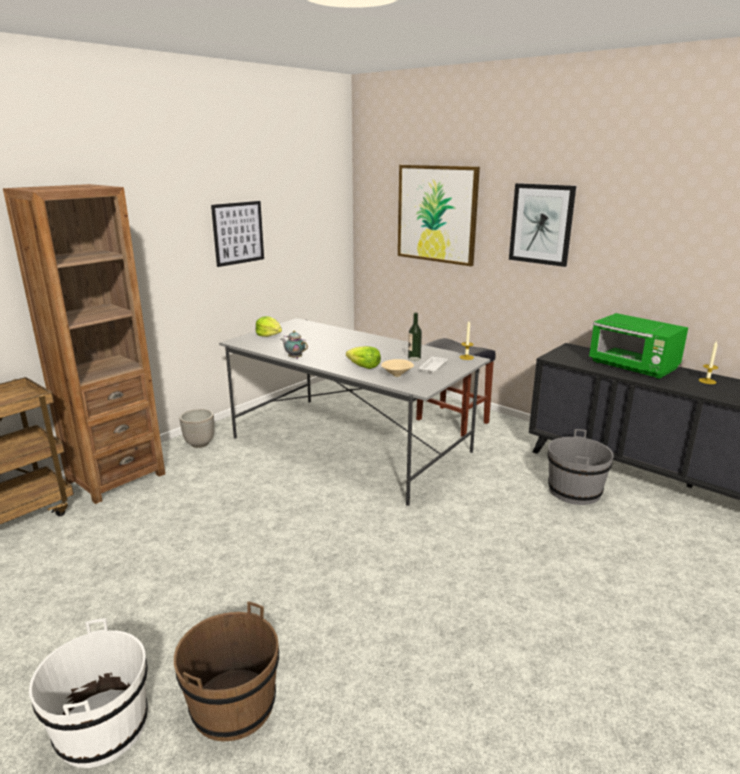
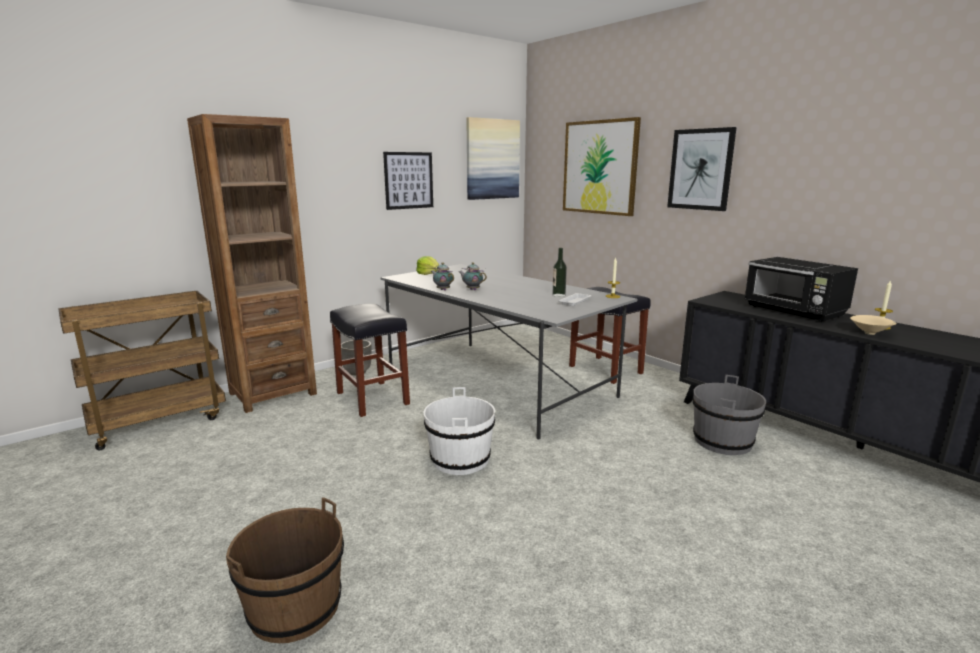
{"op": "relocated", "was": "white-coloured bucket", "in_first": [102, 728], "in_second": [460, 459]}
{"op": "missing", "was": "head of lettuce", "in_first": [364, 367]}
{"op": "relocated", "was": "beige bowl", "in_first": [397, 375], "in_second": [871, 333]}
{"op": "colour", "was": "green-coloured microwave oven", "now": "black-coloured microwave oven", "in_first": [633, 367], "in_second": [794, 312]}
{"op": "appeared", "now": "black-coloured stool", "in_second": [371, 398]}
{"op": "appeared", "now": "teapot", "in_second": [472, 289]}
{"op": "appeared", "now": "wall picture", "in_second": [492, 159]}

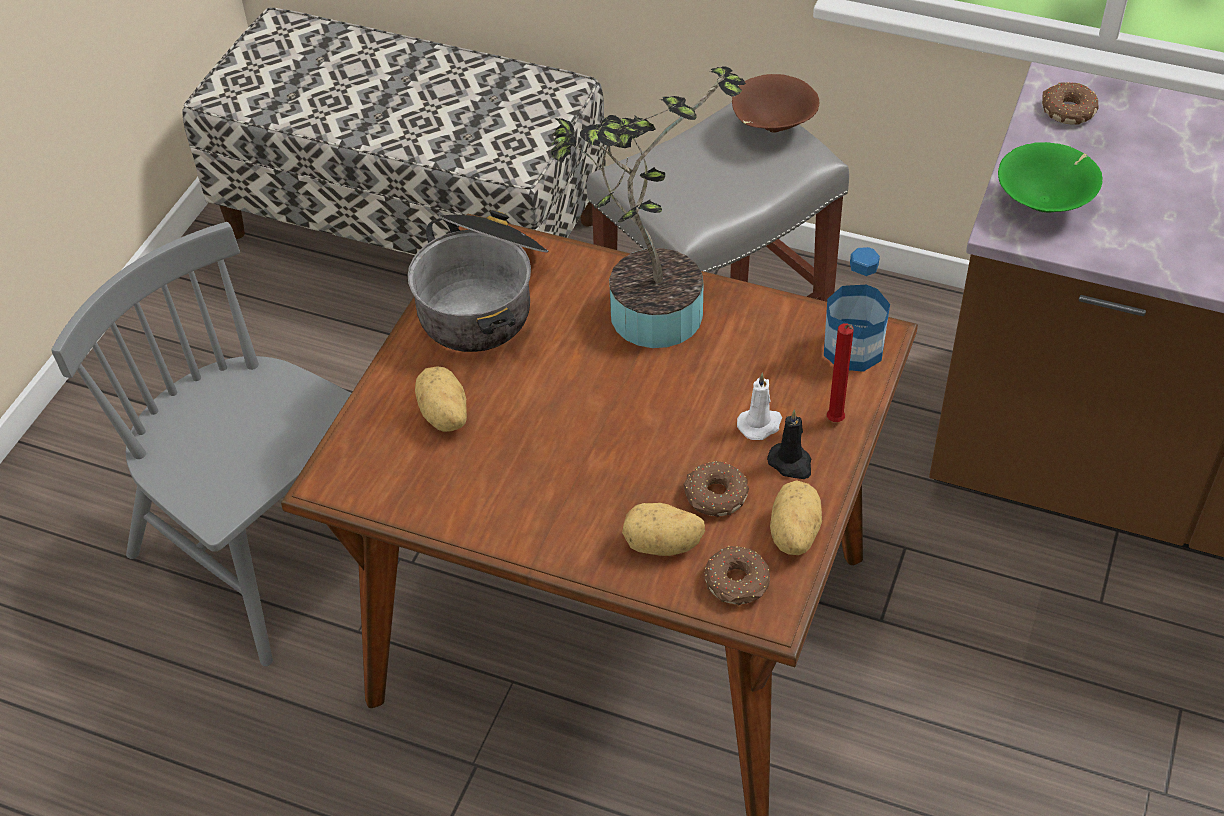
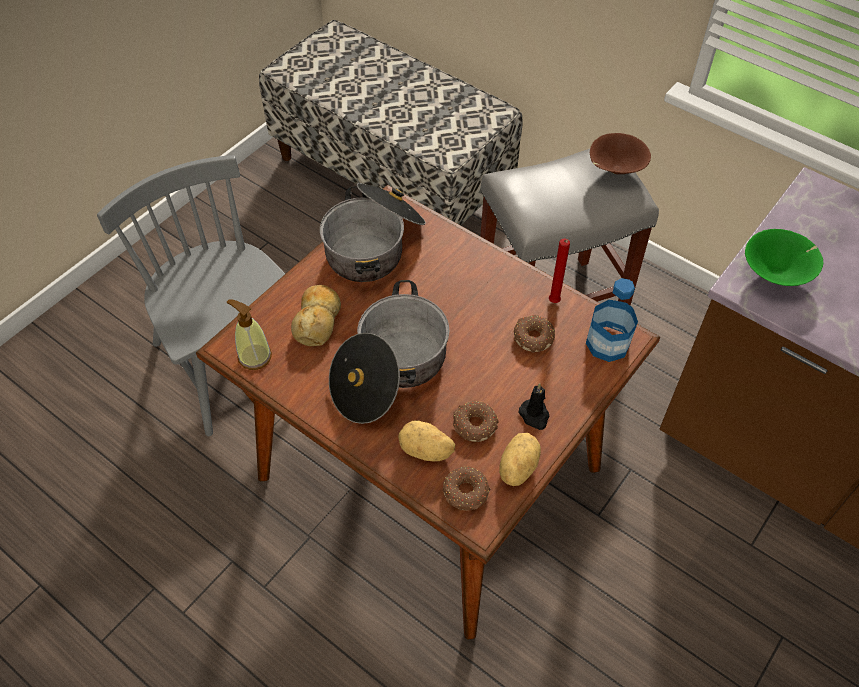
{"op": "exchanged", "was": "spud", "now": "bakery bread", "in_first": [443, 416], "in_second": [318, 320]}
{"op": "missing", "was": "plant in a pot", "in_first": [645, 311]}
{"op": "missing", "was": "white-coloured wax light", "in_first": [760, 424]}
{"op": "relocated", "was": "reddish wax light", "in_first": [836, 422], "in_second": [554, 303]}
{"op": "relocated", "was": "doughnut", "in_first": [1067, 110], "in_second": [533, 337]}
{"op": "appeared", "now": "liquid soap bottle", "in_second": [254, 356]}
{"op": "appeared", "now": "stockpot", "in_second": [390, 371]}

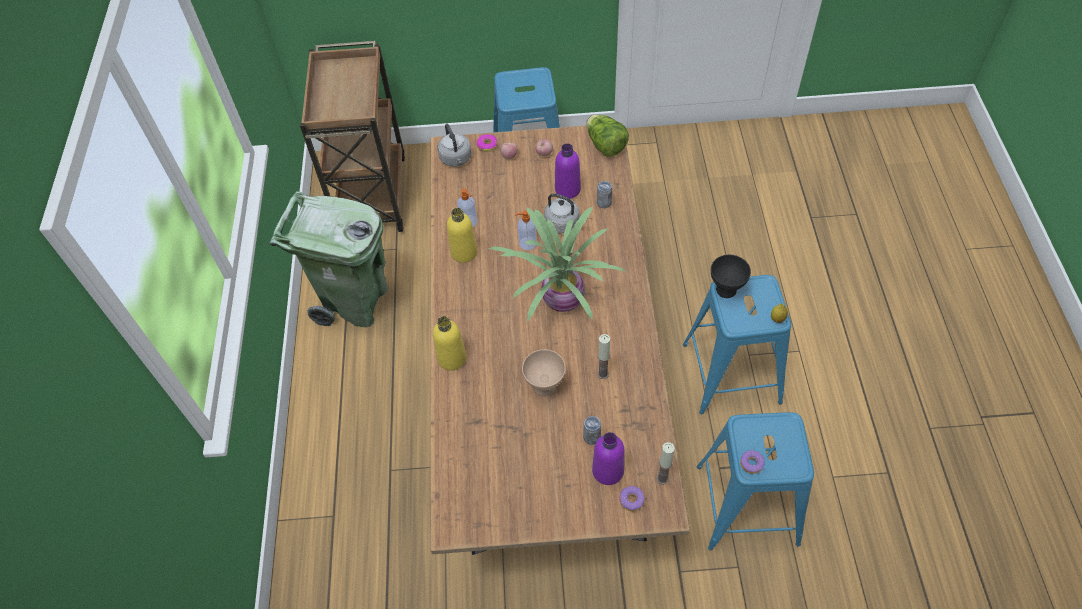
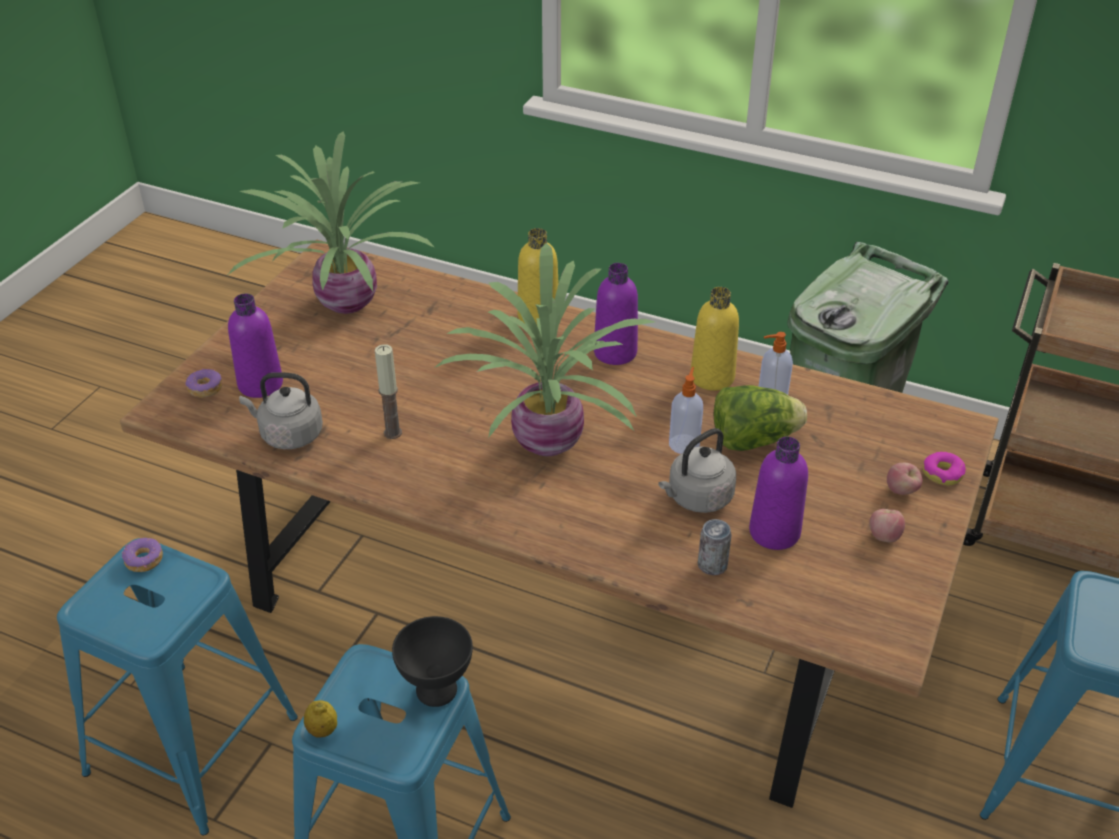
{"op": "relocated", "was": "gray kettle", "in_first": [456, 159], "in_second": [288, 435]}
{"op": "missing", "was": "beige bowl", "in_first": [544, 386]}
{"op": "missing", "was": "metal can", "in_first": [592, 437]}
{"op": "relocated", "was": "head of lettuce", "in_first": [605, 145], "in_second": [753, 440]}
{"op": "missing", "was": "wax light", "in_first": [662, 478]}
{"op": "appeared", "now": "plant in a pot", "in_second": [343, 303]}
{"op": "appeared", "now": "purple bottle", "in_second": [615, 352]}

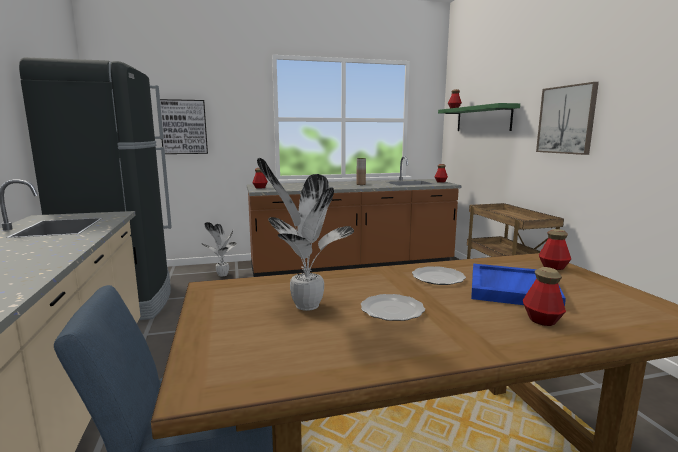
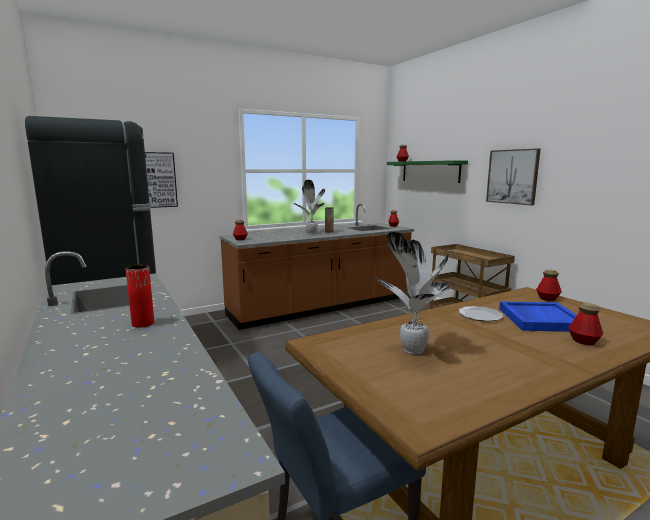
{"op": "relocated", "was": "plant in a pot", "in_first": [222, 275], "in_second": [311, 233]}
{"op": "missing", "was": "plate", "in_first": [391, 310]}
{"op": "appeared", "now": "reddish vase", "in_second": [143, 323]}

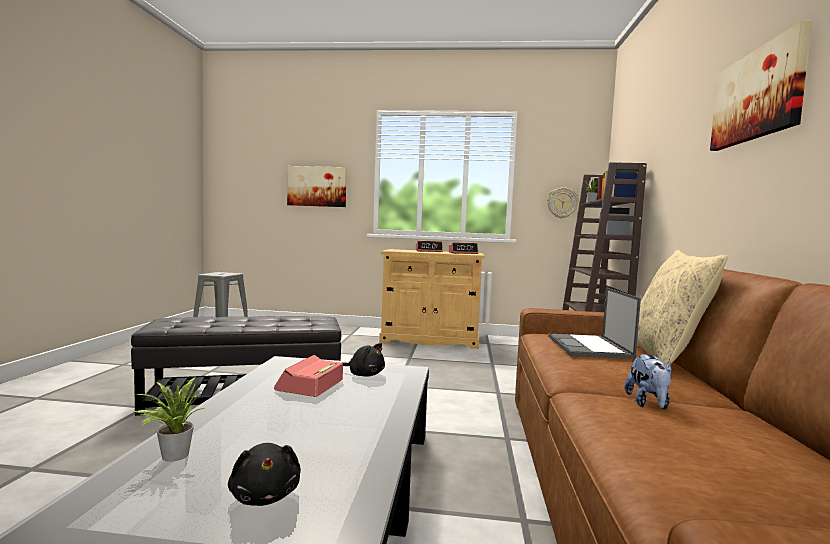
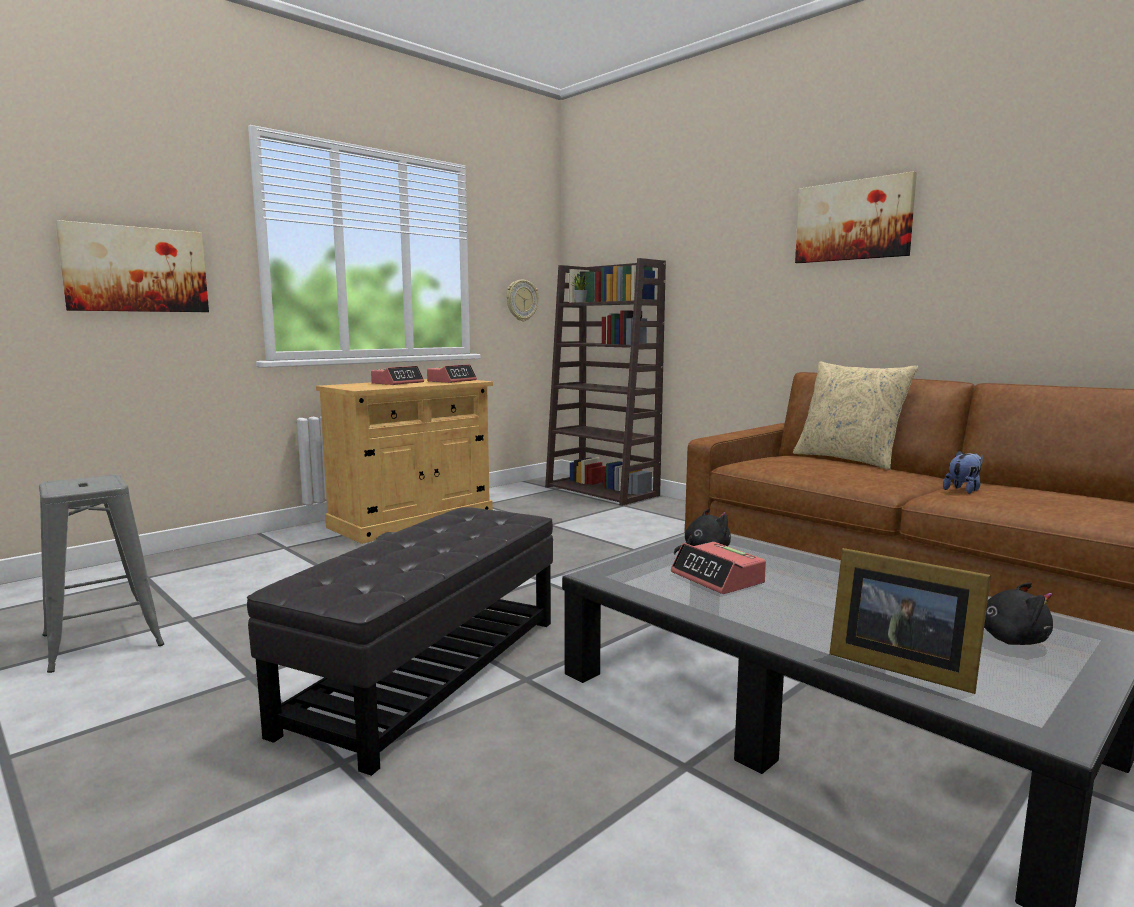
{"op": "exchanged", "was": "plant in a pot", "now": "standing frame", "in_first": [172, 455], "in_second": [897, 665]}
{"op": "missing", "was": "laptop", "in_first": [589, 347]}
{"op": "spun", "was": "soft toy", "in_first": [648, 404], "in_second": [963, 490], "clockwise": -90}

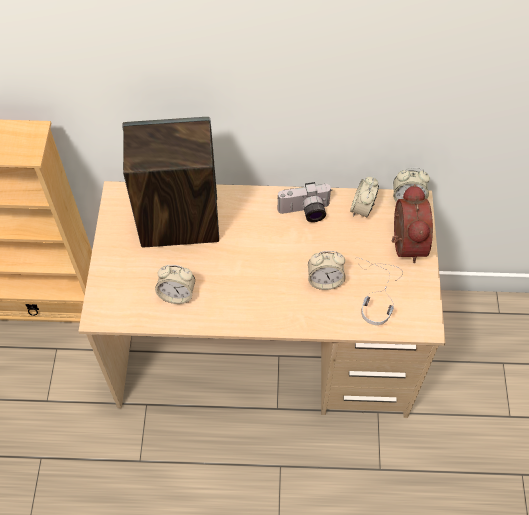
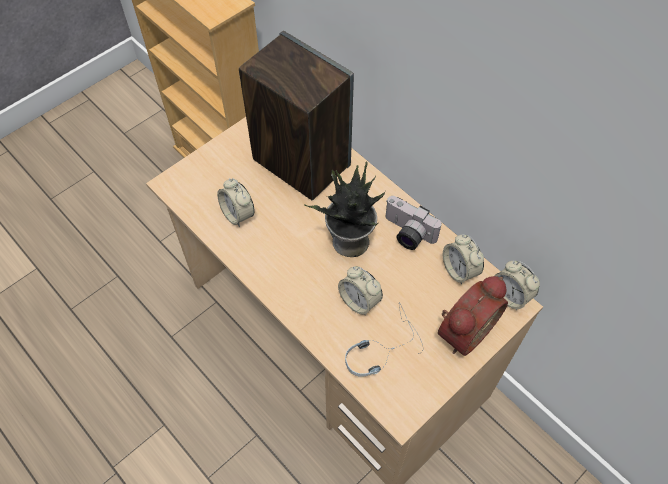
{"op": "spun", "was": "alarm clock", "in_first": [362, 208], "in_second": [459, 270], "clockwise": -90}
{"op": "appeared", "now": "plant in a pot", "in_second": [349, 242]}

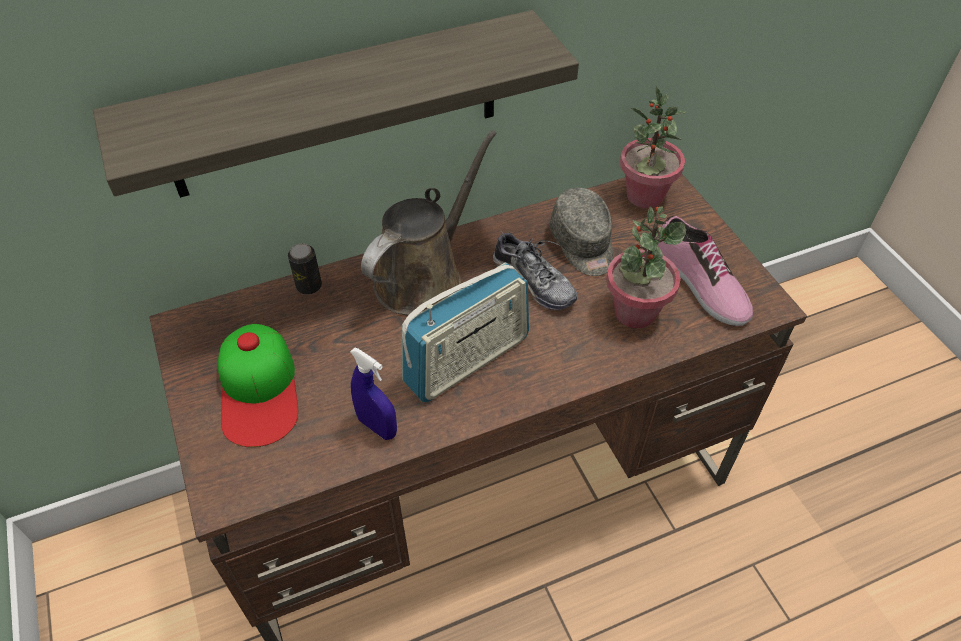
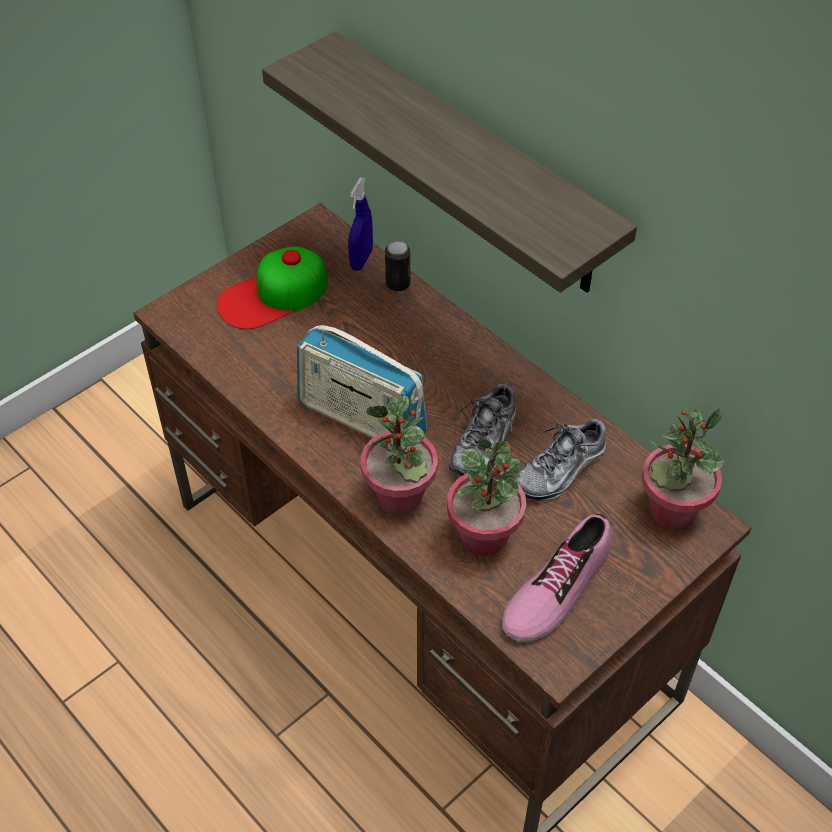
{"op": "relocated", "was": "blue spray bottle", "in_first": [377, 427], "in_second": [361, 260]}
{"op": "missing", "was": "brown watering pot", "in_first": [424, 277]}
{"op": "exchanged", "was": "gray baseball cap", "now": "item of footwear", "in_first": [583, 244], "in_second": [560, 470]}
{"op": "appeared", "now": "plant in a pot", "in_second": [400, 496]}

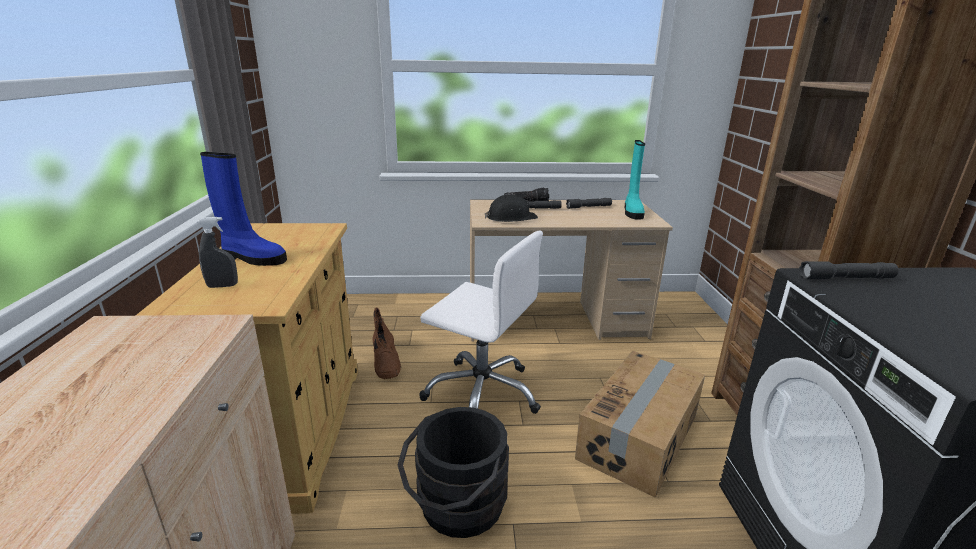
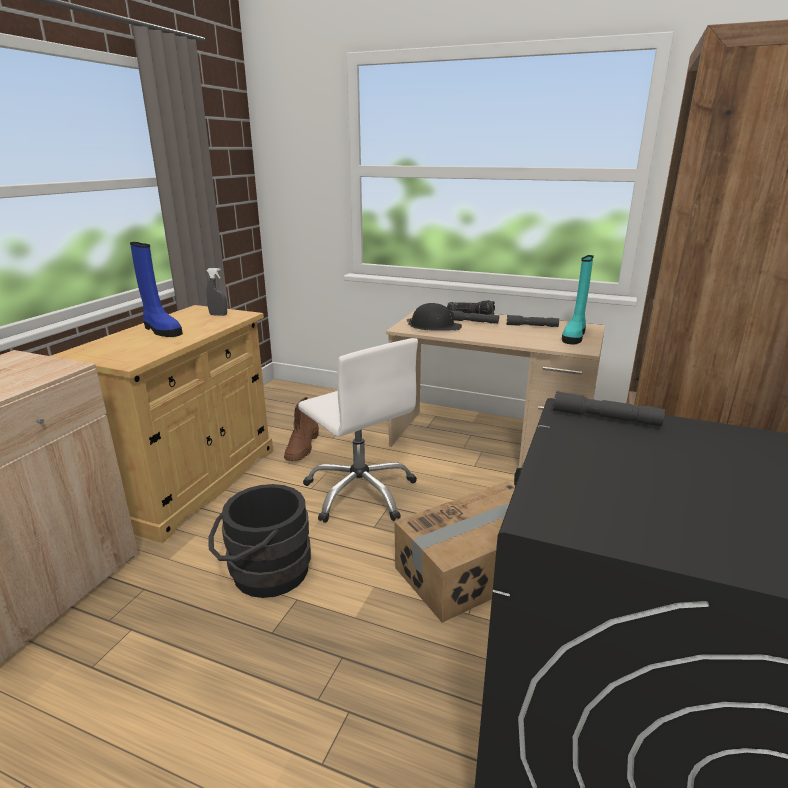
{"op": "relocated", "was": "gray spray bottle", "in_first": [222, 286], "in_second": [218, 315]}

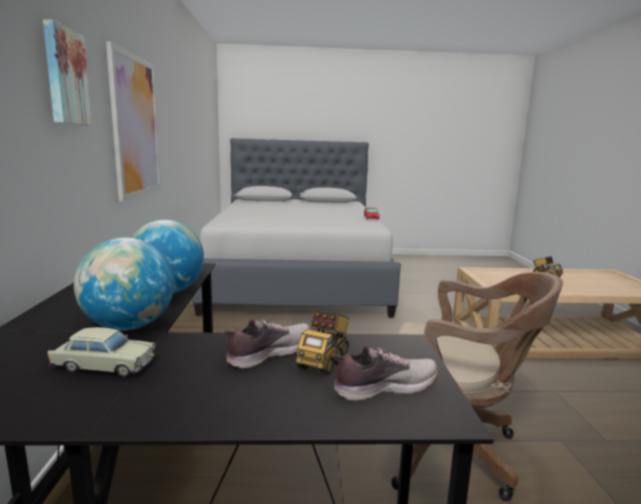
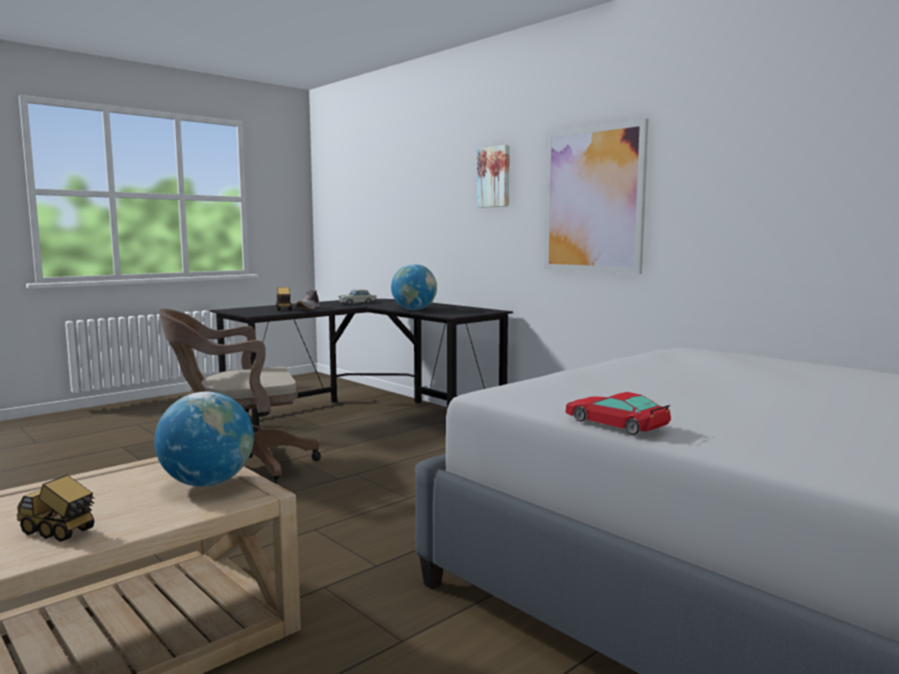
{"op": "relocated", "was": "globe", "in_first": [129, 326], "in_second": [207, 483]}
{"op": "missing", "was": "item of footwear", "in_first": [383, 387]}

